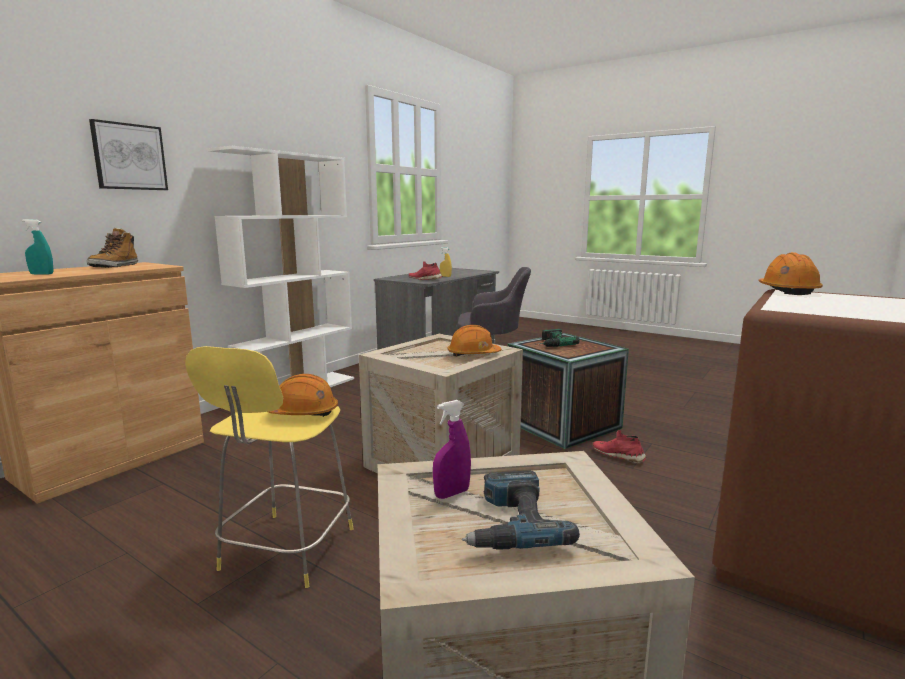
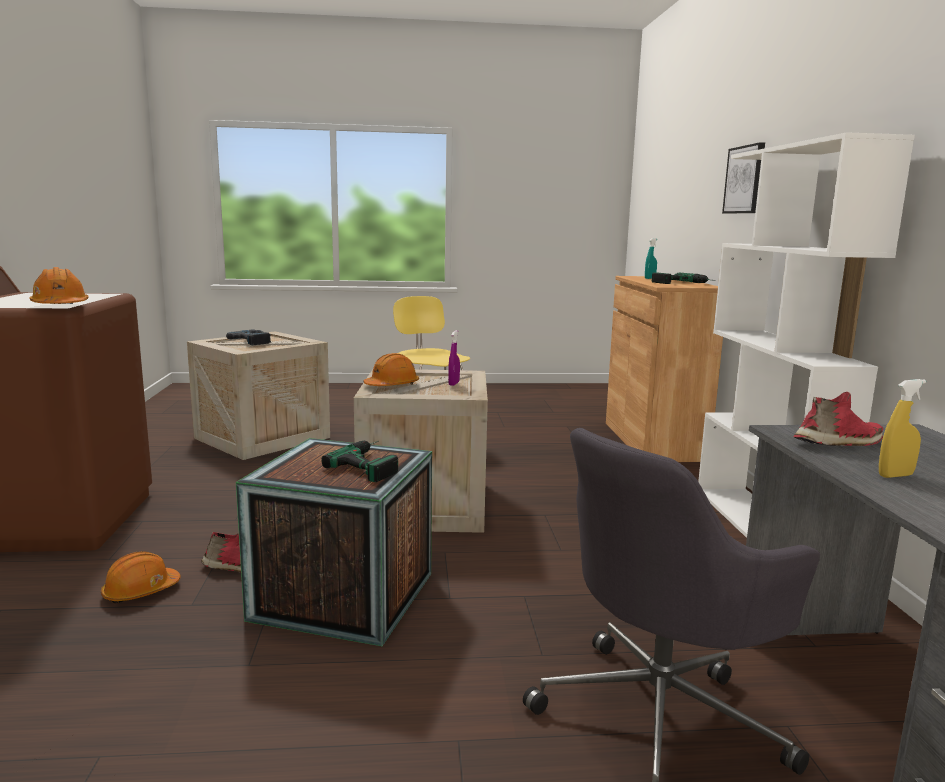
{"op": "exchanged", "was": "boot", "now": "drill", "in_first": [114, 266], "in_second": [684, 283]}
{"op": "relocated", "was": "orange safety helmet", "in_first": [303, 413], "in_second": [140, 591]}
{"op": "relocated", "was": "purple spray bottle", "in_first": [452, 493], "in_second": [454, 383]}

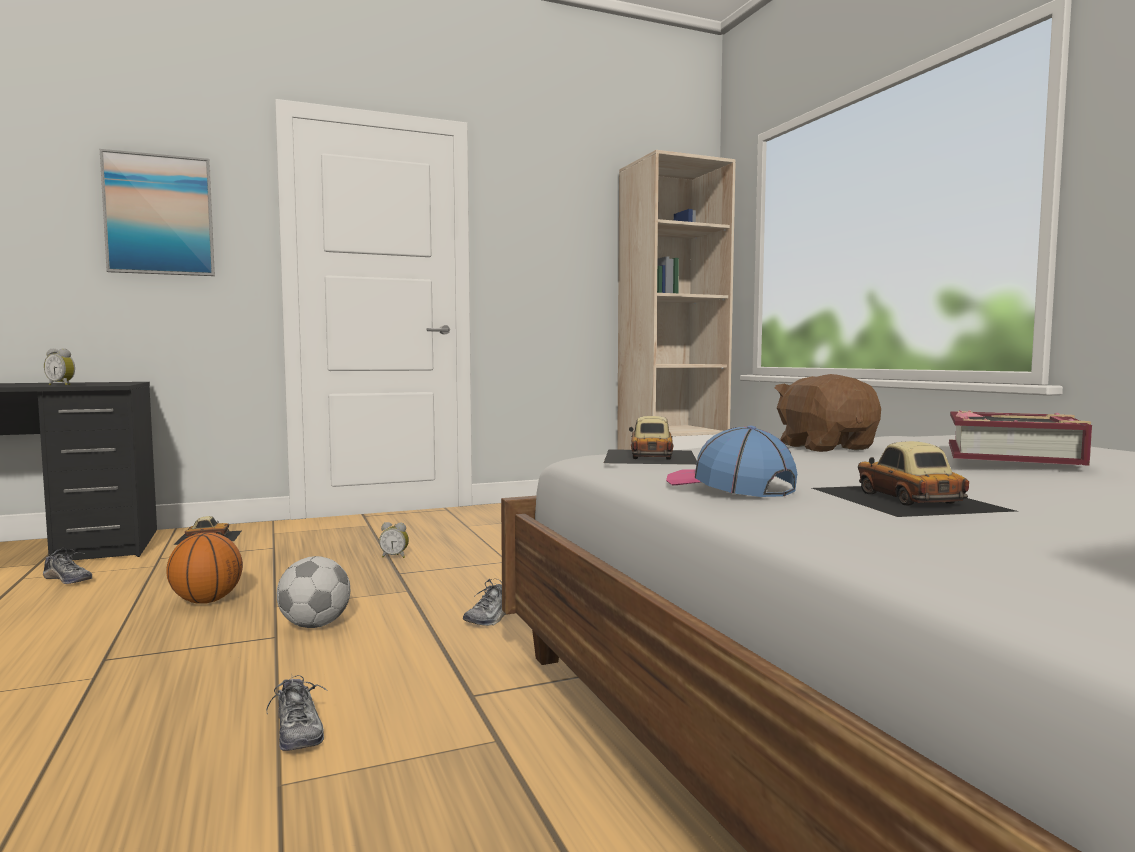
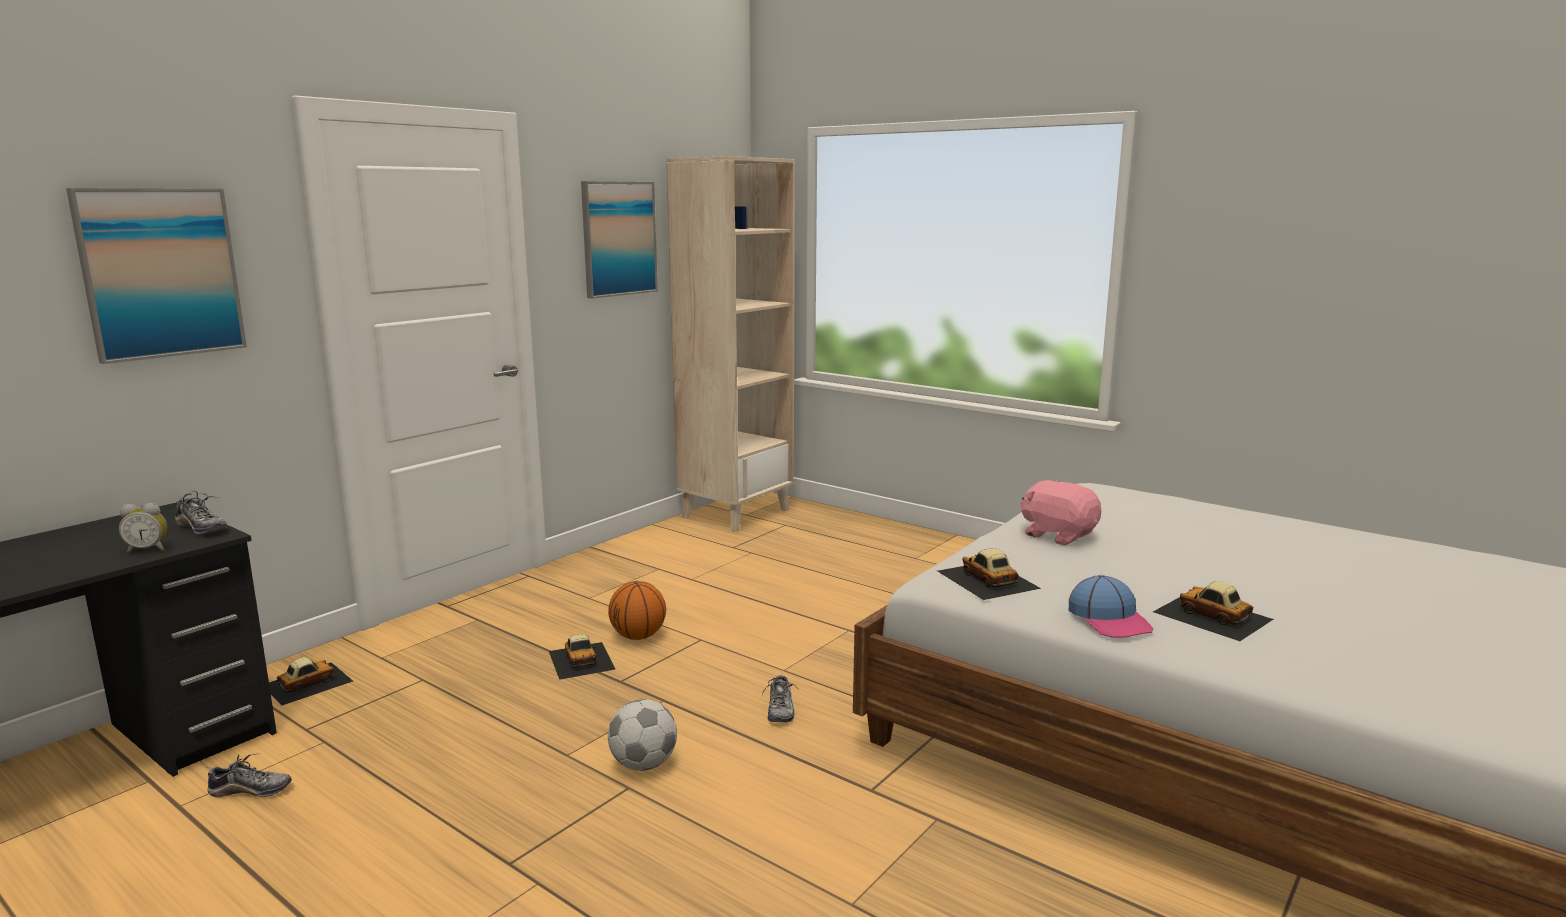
{"op": "relocated", "was": "ball for basketball", "in_first": [206, 601], "in_second": [638, 636]}
{"op": "relocated", "was": "item of footwear", "in_first": [298, 732], "in_second": [202, 528]}
{"op": "exchanged", "was": "alarm clock", "now": "toy car", "in_first": [395, 556], "in_second": [581, 659]}
{"op": "spun", "was": "baseball cap", "in_first": [728, 486], "in_second": [1110, 620], "clockwise": -135}
{"op": "colour", "was": "brown soft toy", "now": "pink-coloured soft toy", "in_first": [826, 447], "in_second": [1058, 535]}
{"op": "missing", "was": "volume", "in_first": [1013, 454]}
{"op": "appeared", "now": "wall picture", "in_second": [618, 238]}

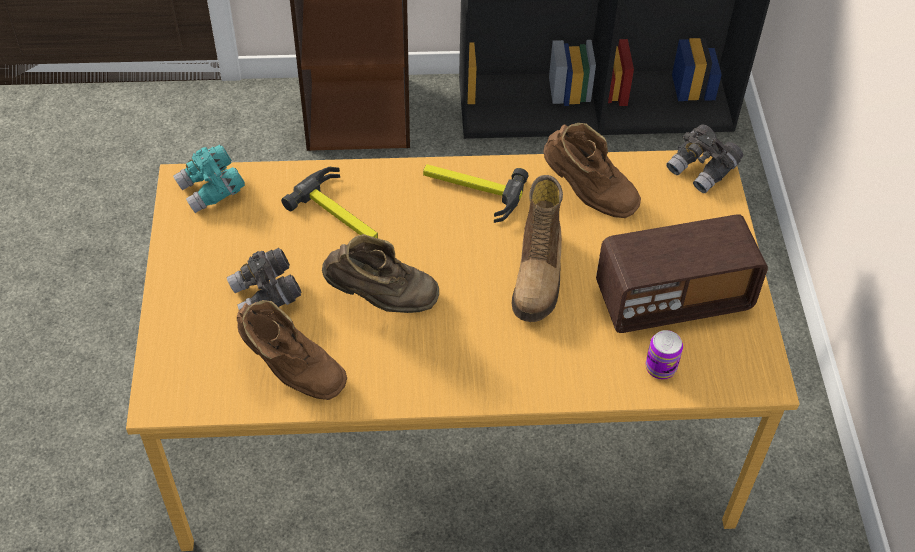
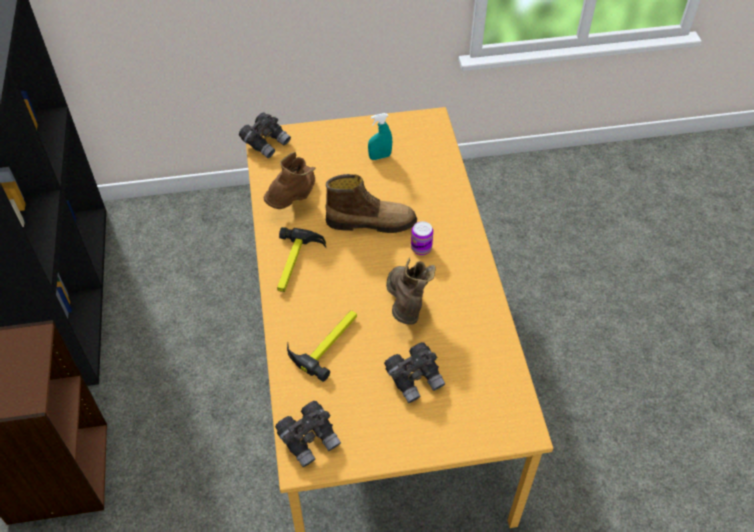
{"op": "colour", "was": "turquoise binoculars", "now": "gray binoculars", "in_first": [212, 190], "in_second": [309, 439]}
{"op": "missing", "was": "brown boot", "in_first": [290, 371]}
{"op": "exchanged", "was": "radio set", "now": "turquoise spray bottle", "in_first": [672, 299], "in_second": [380, 157]}
{"op": "relocated", "was": "metal can", "in_first": [660, 367], "in_second": [421, 248]}

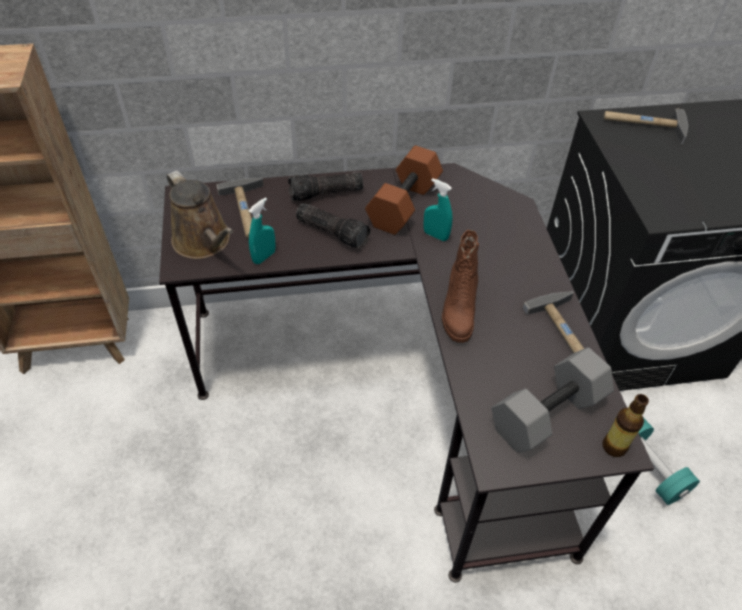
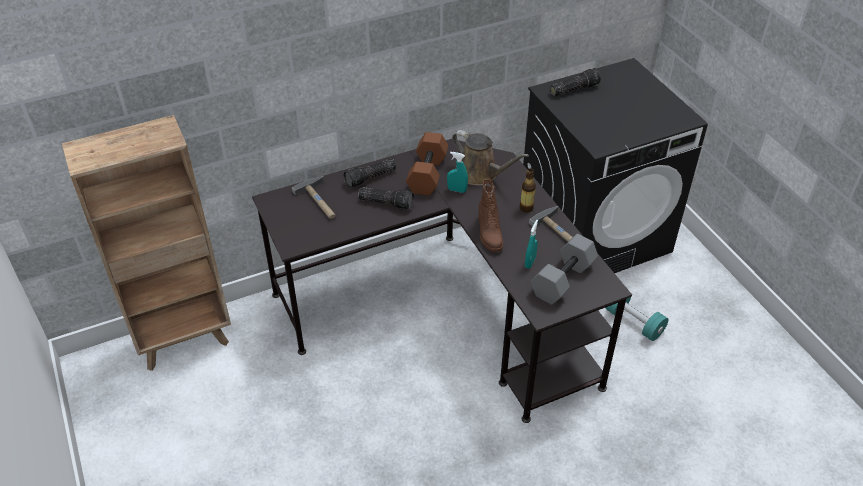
{"op": "relocated", "was": "brown watering pot", "in_first": [204, 242], "in_second": [481, 174]}
{"op": "relocated", "was": "turquoise spray bottle", "in_first": [264, 257], "in_second": [530, 262]}
{"op": "exchanged", "was": "hammer", "now": "flashlight", "in_first": [644, 125], "in_second": [573, 89]}
{"op": "relocated", "was": "bottle", "in_first": [614, 446], "in_second": [526, 208]}

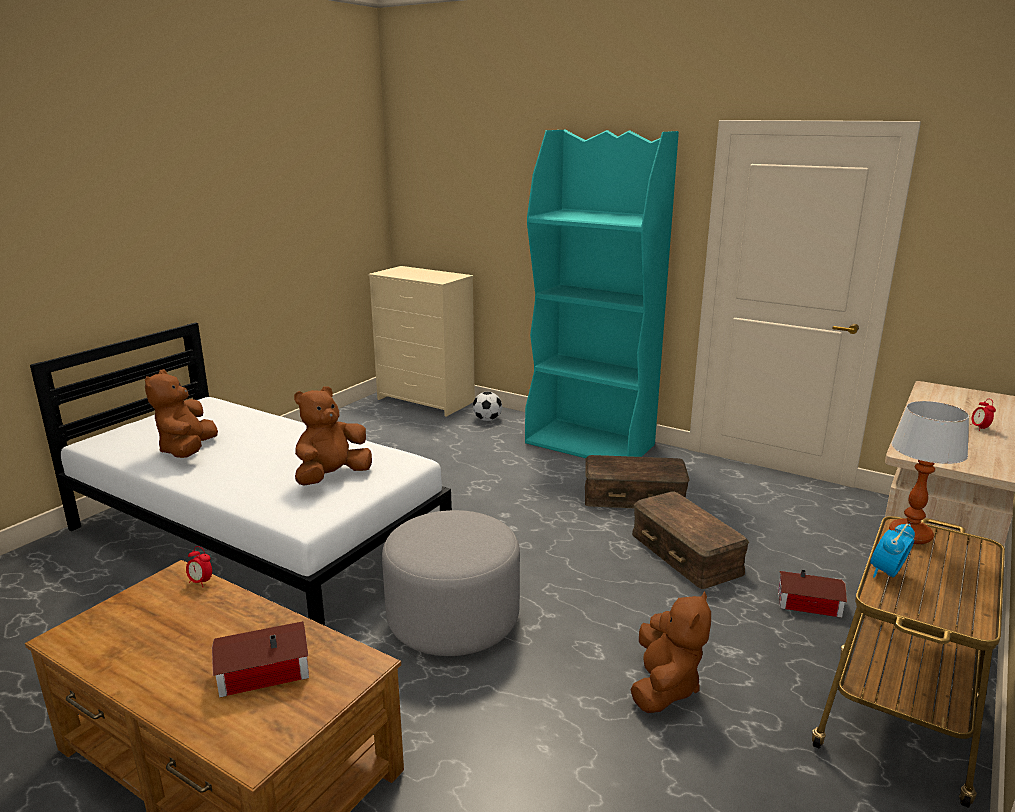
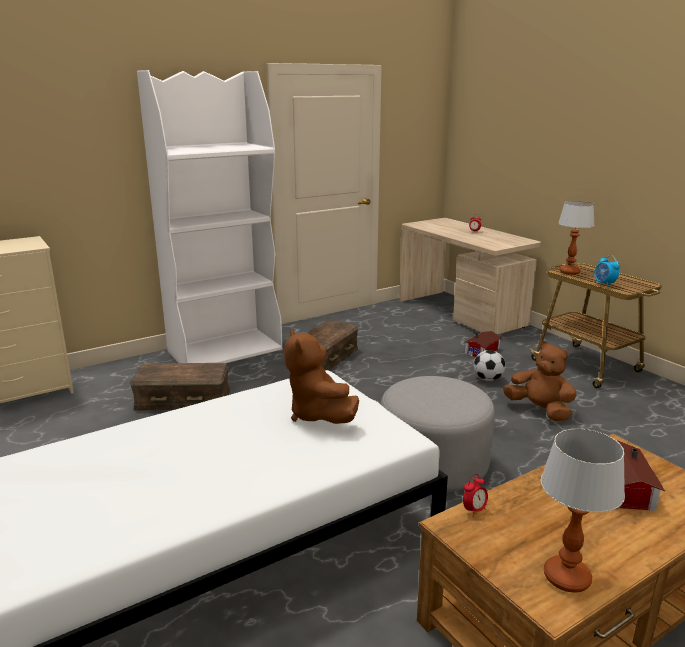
{"op": "missing", "was": "brown soft toy", "in_first": [188, 451]}
{"op": "relocated", "was": "ball for football", "in_first": [487, 419], "in_second": [488, 379]}
{"op": "colour", "was": "turquoise shelving unit", "now": "white-coloured shelving unit", "in_first": [591, 444], "in_second": [225, 350]}
{"op": "relocated", "was": "brown storage container", "in_first": [684, 553], "in_second": [182, 399]}
{"op": "appeared", "now": "lamp for a table", "in_second": [567, 578]}

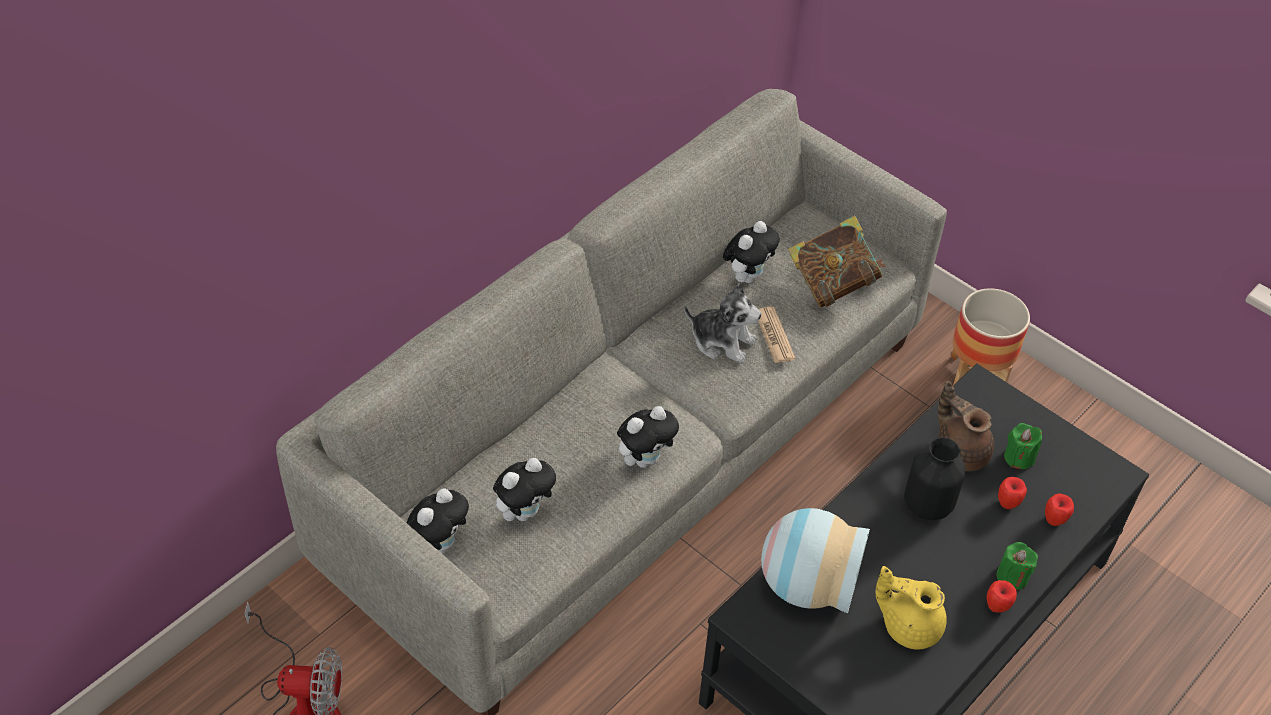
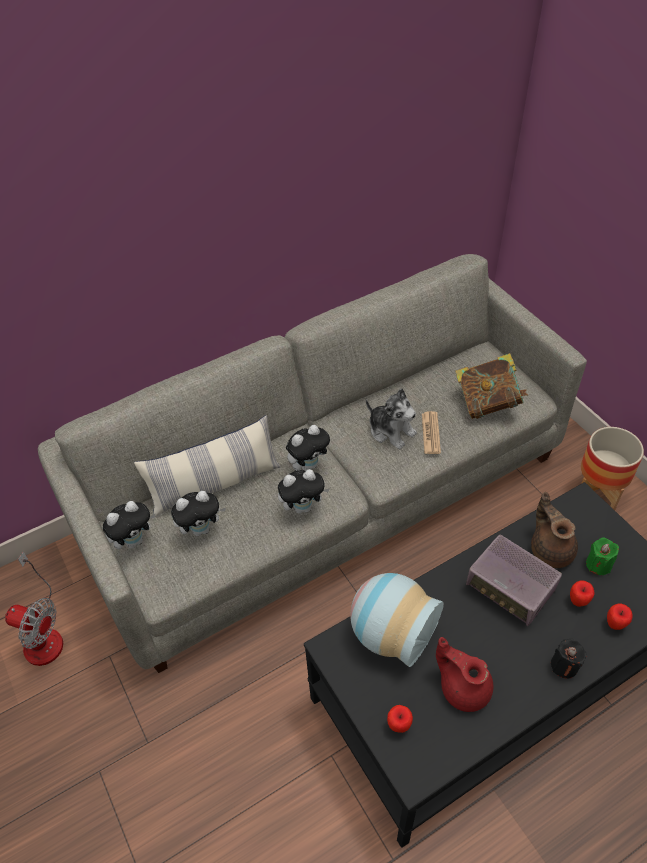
{"op": "relocated", "was": "soft toy", "in_first": [747, 276], "in_second": [308, 465]}
{"op": "colour", "was": "yellow-coloured teapot", "now": "reddish teapot", "in_first": [909, 625], "in_second": [463, 687]}
{"op": "exchanged", "was": "black-coloured vase", "now": "radio set", "in_first": [928, 505], "in_second": [510, 588]}
{"op": "relocated", "was": "apple", "in_first": [996, 607], "in_second": [399, 726]}
{"op": "colour", "was": "green-coloured wax light", "now": "black-coloured wax light", "in_first": [1012, 577], "in_second": [564, 665]}
{"op": "appeared", "now": "pillow", "in_second": [215, 484]}

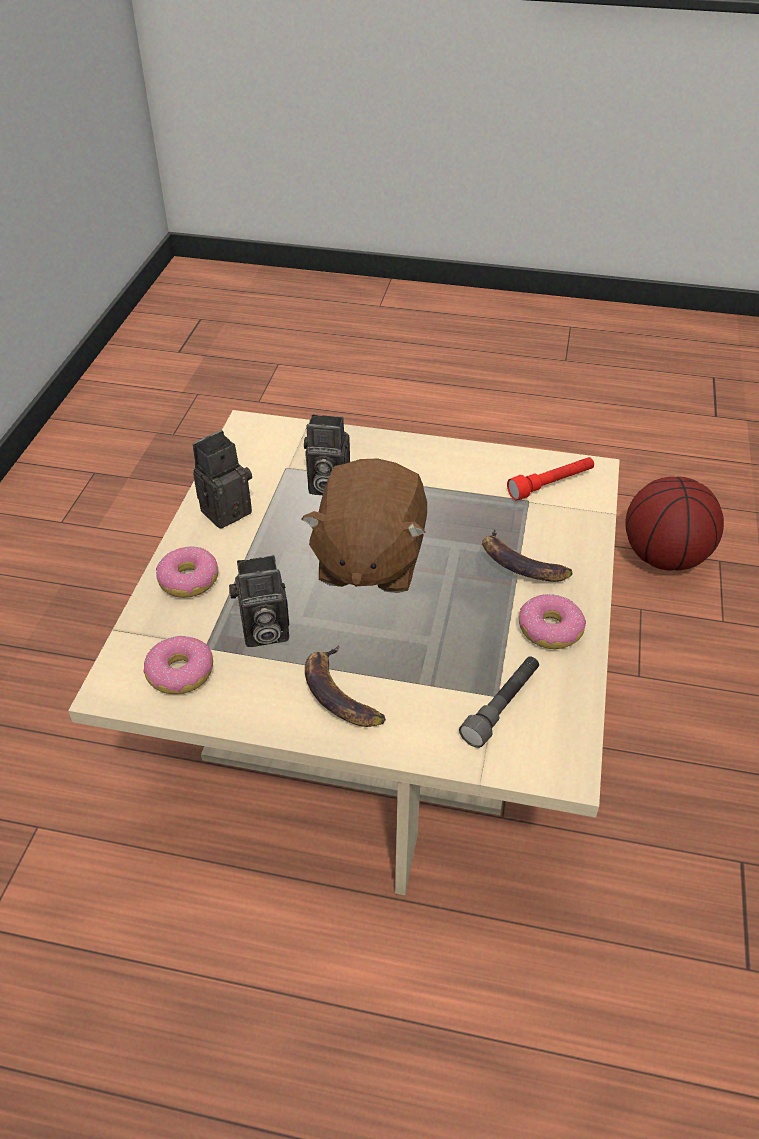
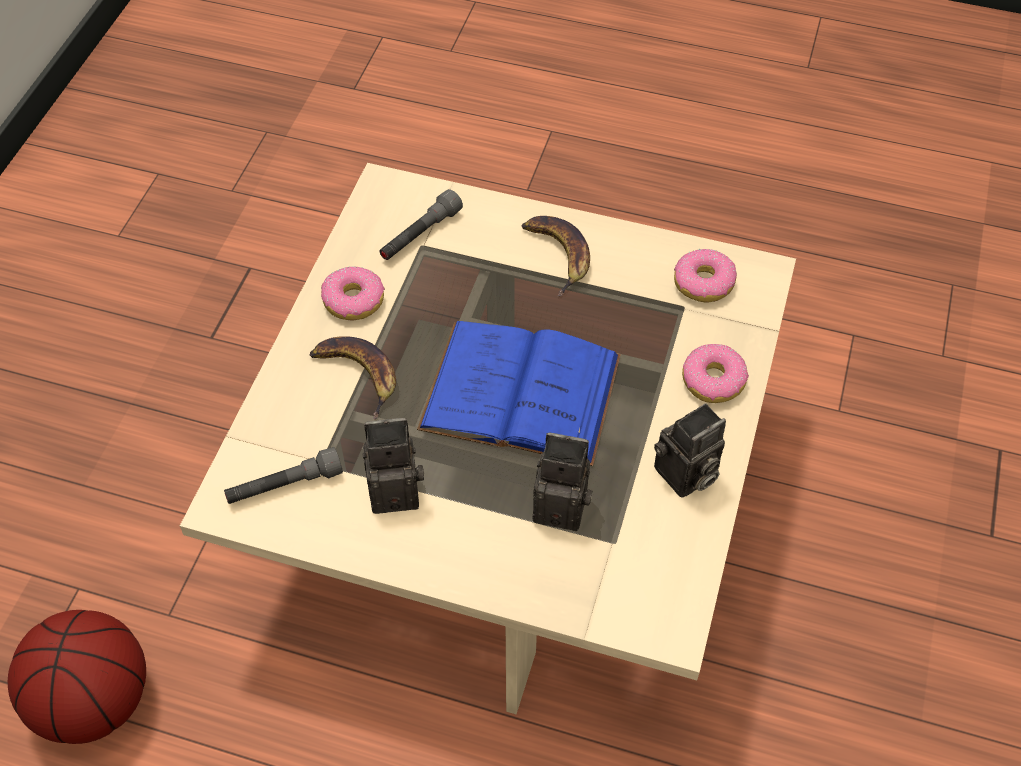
{"op": "relocated", "was": "still camera", "in_first": [262, 632], "in_second": [397, 489]}
{"op": "exchanged", "was": "brown soft toy", "now": "blue volume", "in_first": [368, 560], "in_second": [520, 392]}
{"op": "colour", "was": "reddish flashlight", "now": "gray flashlight", "in_first": [551, 485], "in_second": [284, 485]}

